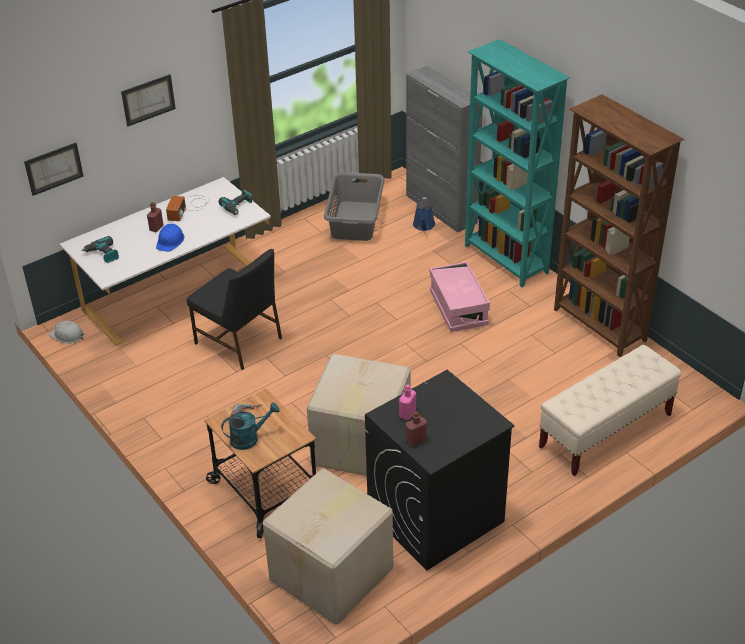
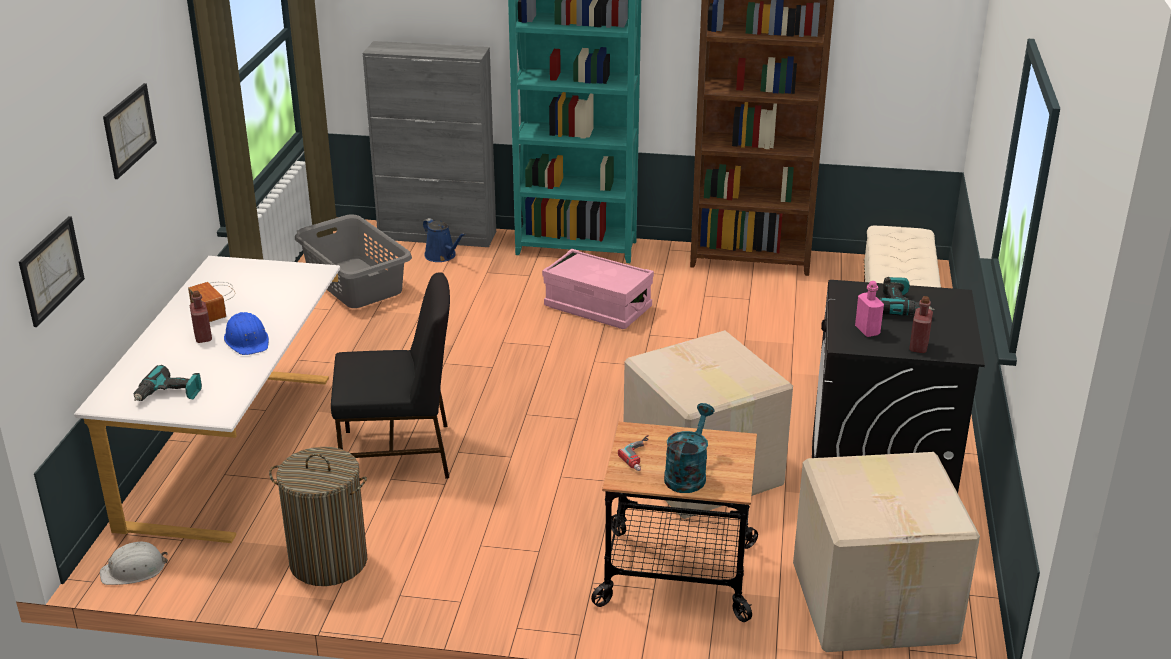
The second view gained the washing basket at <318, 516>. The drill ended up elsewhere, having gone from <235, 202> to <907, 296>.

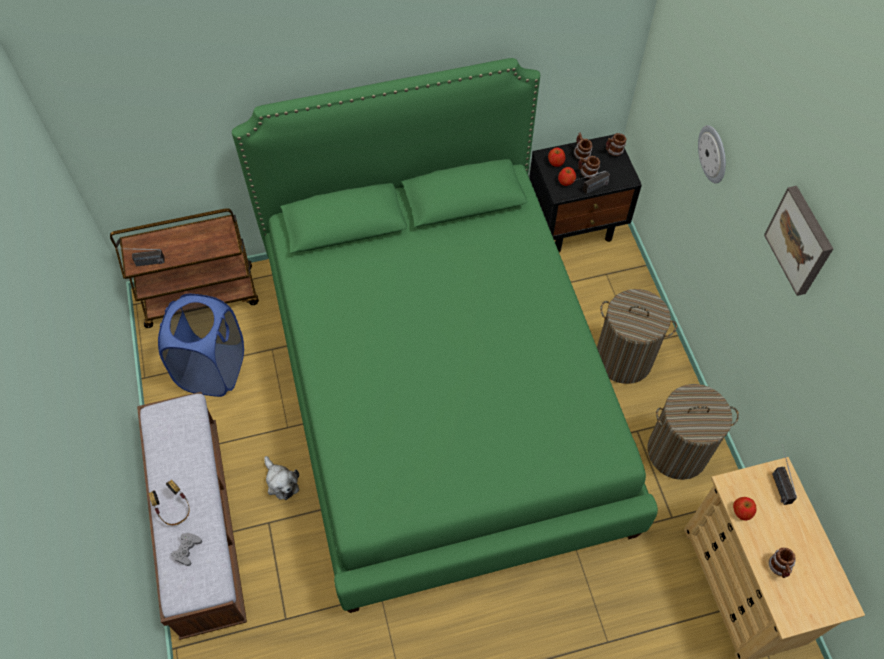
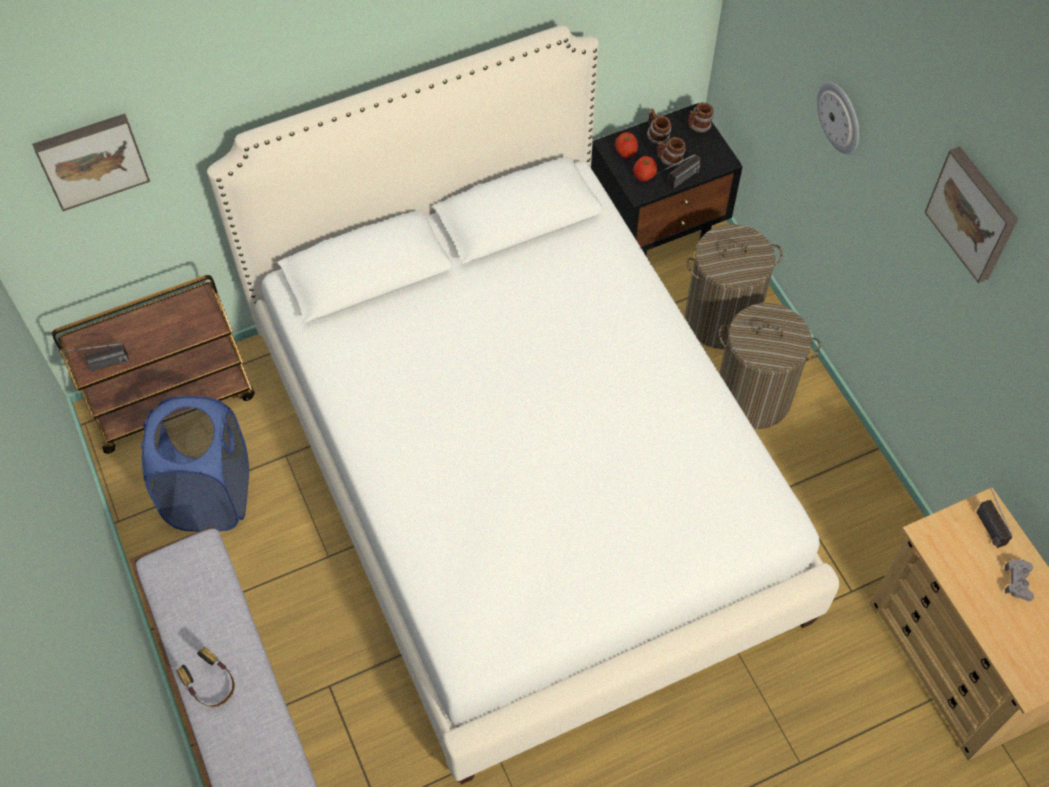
The second view lost the plush toy at <281, 478>. The second view lost the apple fruit at <745, 509>. The second view lost the tea mug at <782, 563>. The second view gained the wall art at <91, 162>. The game controller/greyish ended up elsewhere, having gone from <187, 549> to <1019, 580>. The washing basket ended up elsewhere, having gone from <693, 432> to <734, 286>. What was the bed/greenish at <445, 335> turned into the bed/whitish at <523, 405>.

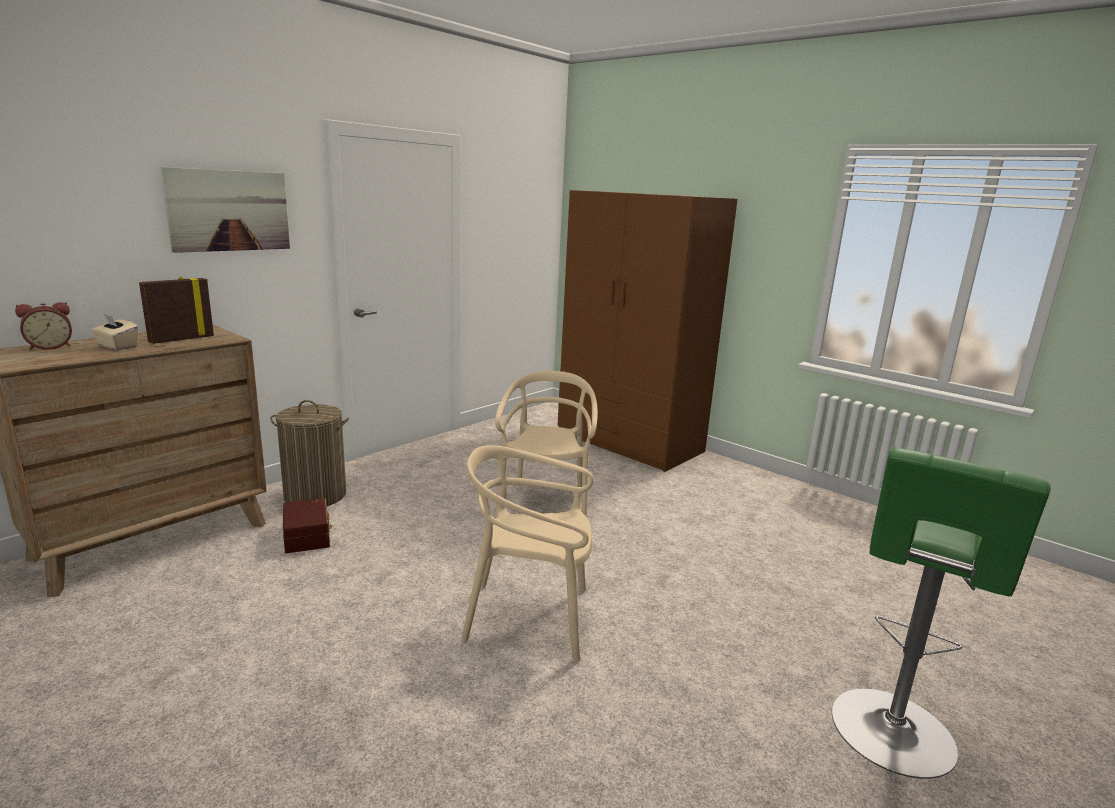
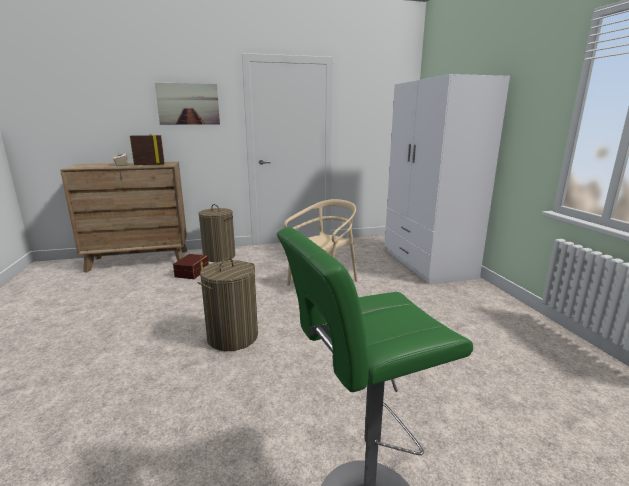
The second view lost the alarm clock at <43, 326>. Where the chair/sand-coloured stood at <527, 553>, the washing basket came to stand at <228, 304>. What was the clothes cupboard/brownish at <648, 331> turned into the clothes cupboard/whitish at <447, 179>.

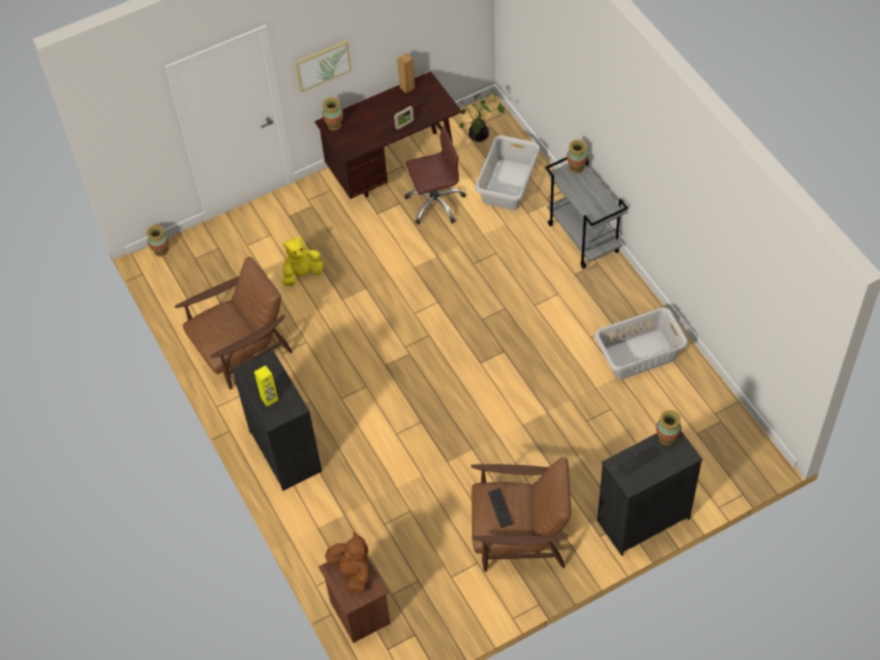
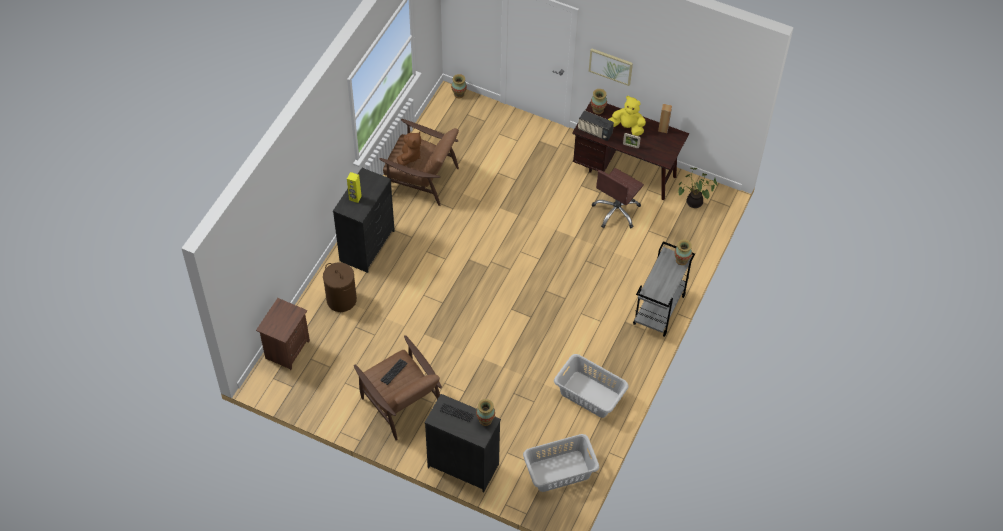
The second view gained the washing basket/brownish at <340, 287>. The second view gained the radio at <596, 125>. The plush toy/yellowish ended up elsewhere, having gone from <302, 261> to <627, 116>. The plush toy/brownish ended up elsewhere, having gone from <347, 562> to <409, 149>. The washing basket/greyish ended up elsewhere, having gone from <507, 172> to <561, 463>. The office chair/brownish at <435, 175> ended up facing another way, 90 degrees clockwise from before.

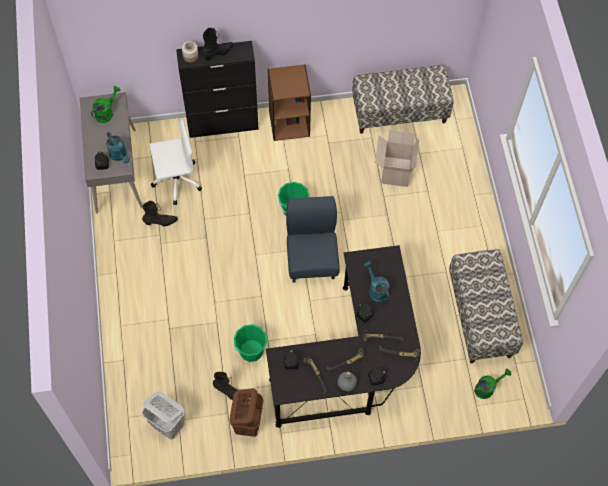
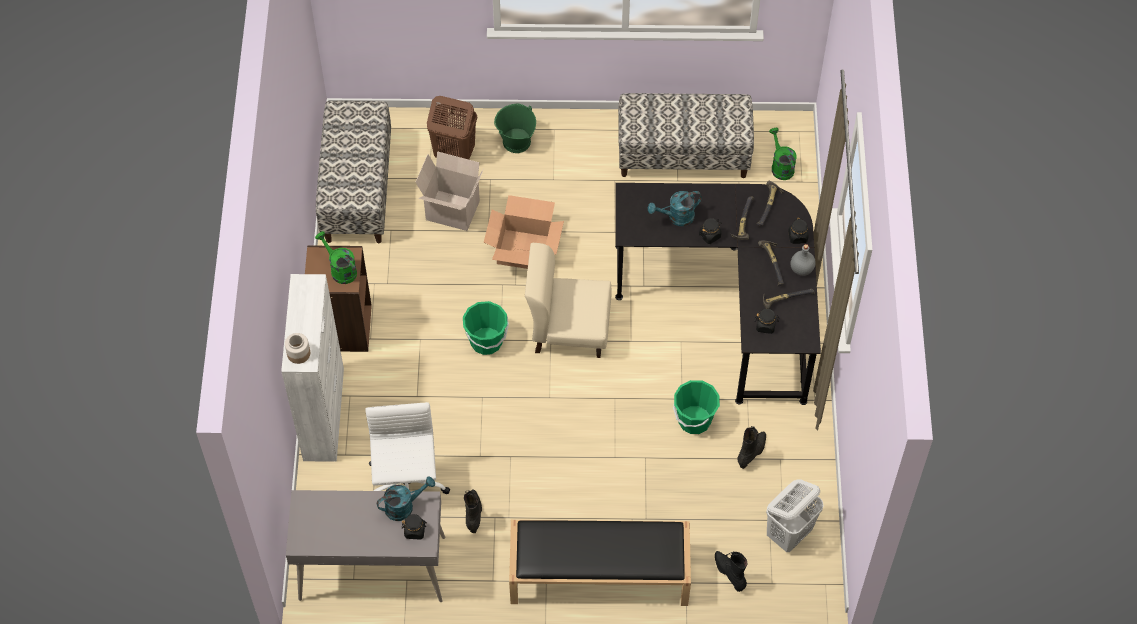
The second view gained the packing box at <524, 232>. The second view gained the pail/greenish at <515, 128>. The second view gained the long seat/black-coloured at <600, 563>. The watering can/greenish ended up elsewhere, having gone from <105, 104> to <336, 257>. The boot/black-coloured ended up elsewhere, having gone from <218, 44> to <731, 571>. The washing basket/brownish ended up elsewhere, having gone from <246, 412> to <452, 128>. What was the cupboard/black-coloured at <217, 89> turned into the cupboard/whitish at <312, 368>. What was the chair/blue-coloured at <313, 239> turned into the chair/sand-coloured at <568, 300>.

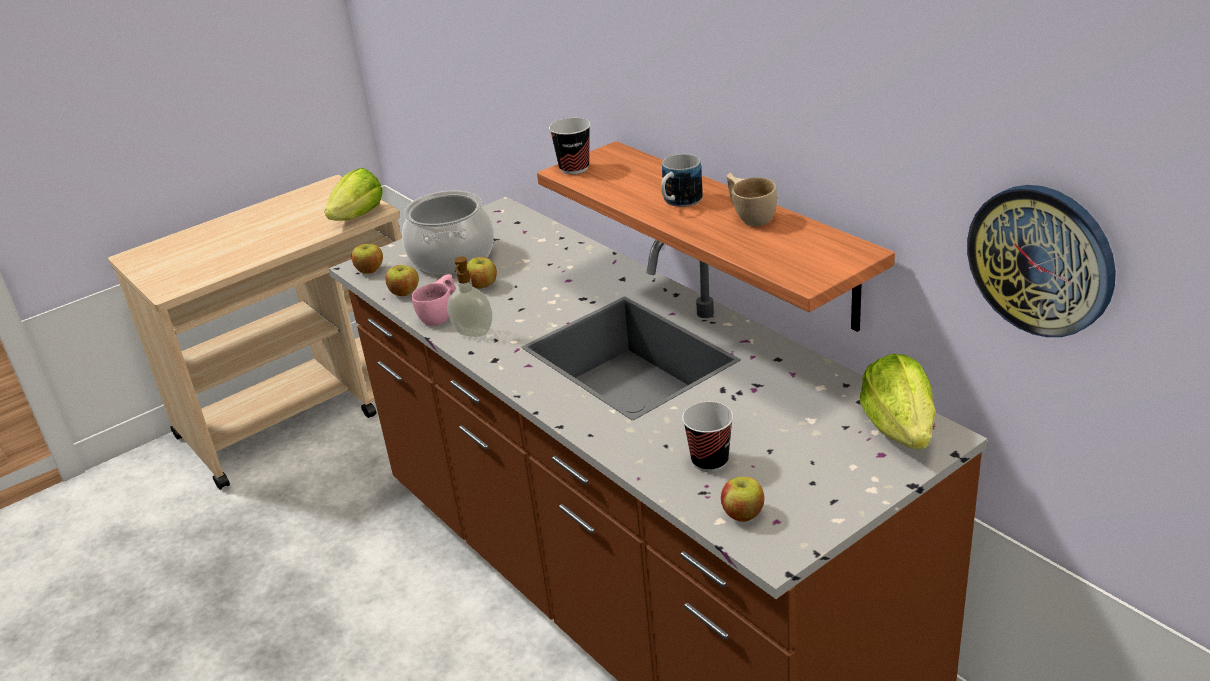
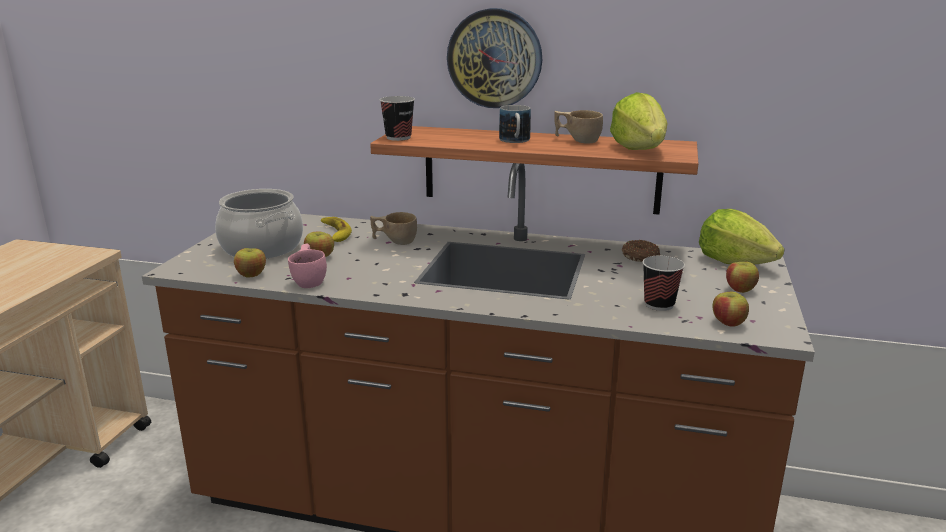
The second view lost the soap dispenser at <469, 297>. The second view gained the banana fruit at <336, 229>. The second view gained the cup/sand-coloured at <393, 228>. The second view gained the donut at <641, 251>. The head of lettuce ended up elsewhere, having gone from <353, 194> to <639, 121>. The apple fruit ended up elsewhere, having gone from <367, 259> to <742, 277>. The clock on the wall ended up elsewhere, having gone from <1041, 261> to <494, 58>.

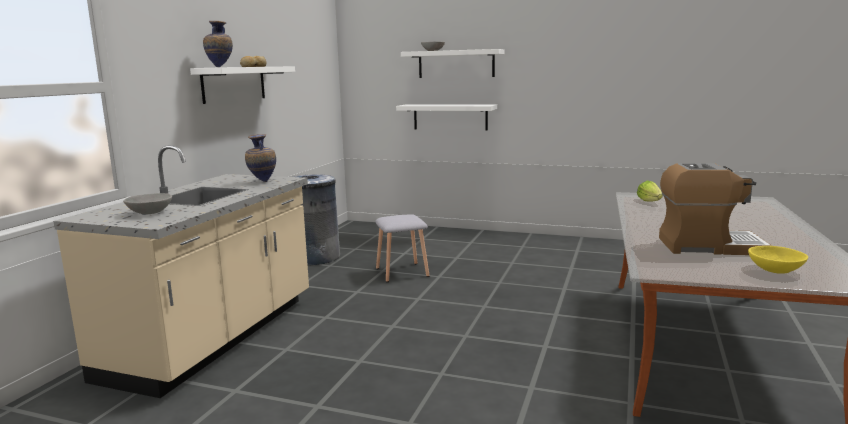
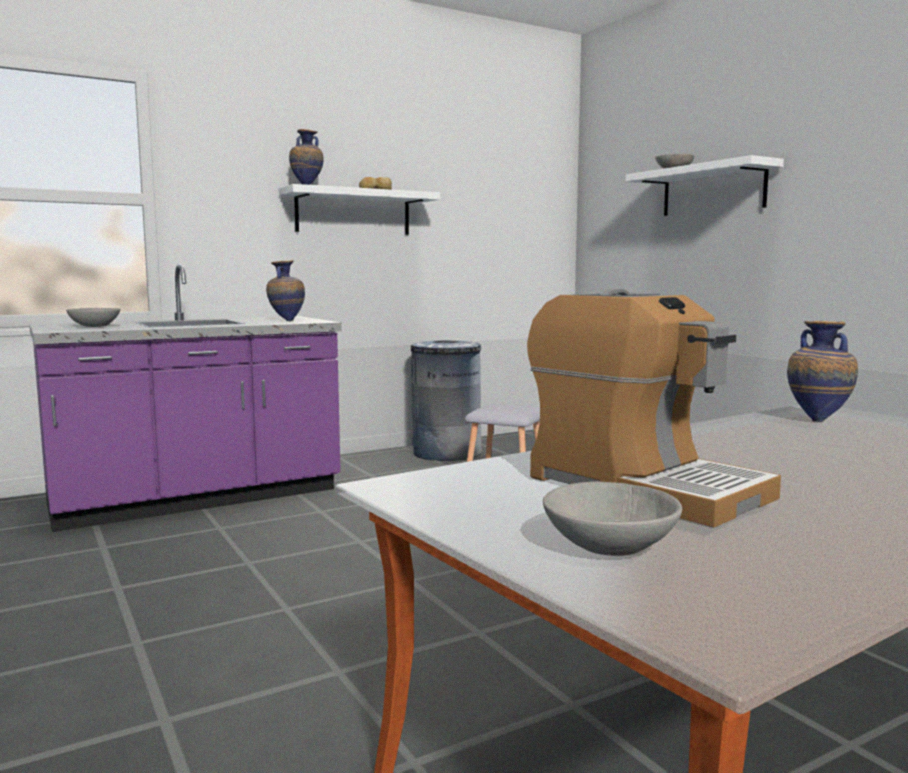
The second view lost the wall shelf/whitish at <446, 117>. Where the head of lettuce stood at <650, 191>, the decorative vase came to stand at <822, 371>. What was the counter/sand-coloured at <181, 271> turned into the counter/purple-coloured at <185, 398>. What was the serving bowl/yellowish at <778, 260> turned into the serving bowl/greyish at <612, 518>.

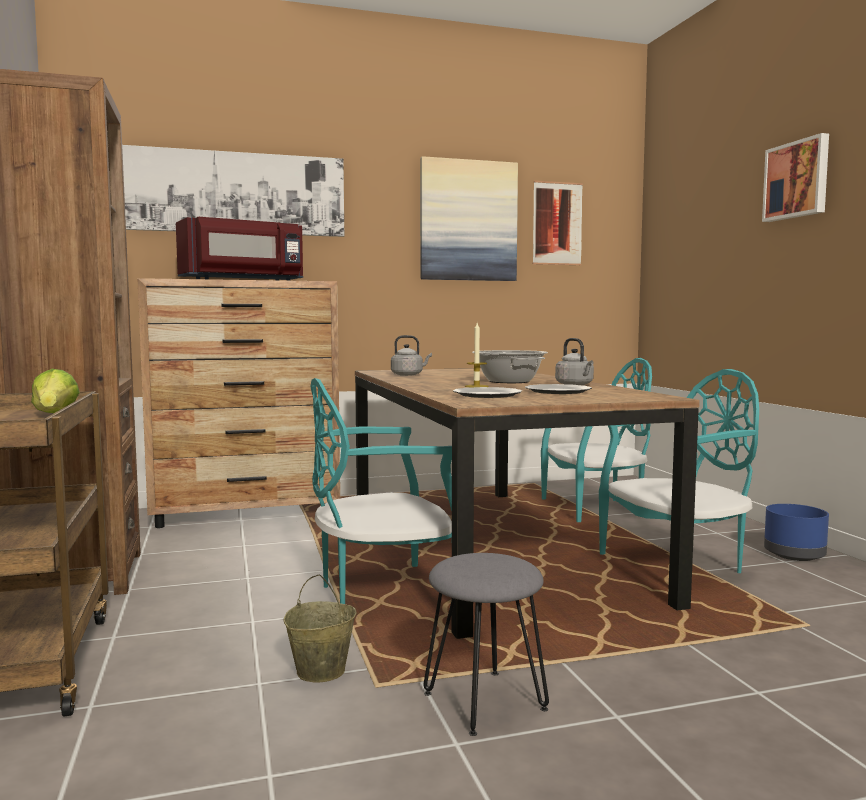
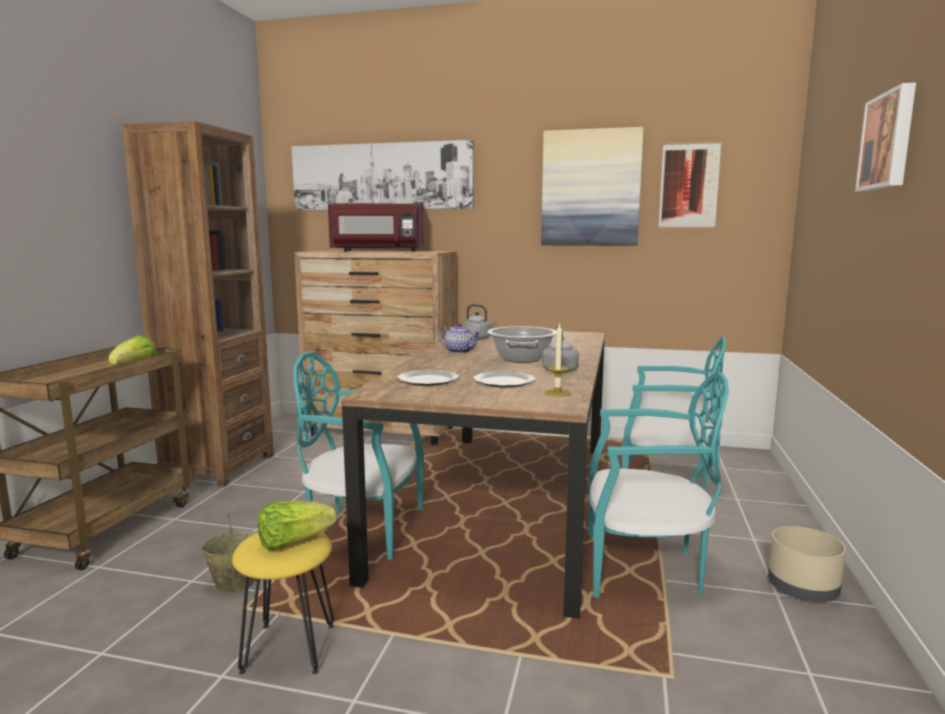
The second view gained the head of lettuce at <297, 525>. The second view gained the tea pot at <459, 338>. The wax candle ended up elsewhere, having gone from <477, 355> to <557, 360>. What was the stool/greyish at <486, 644> turned into the stool/yellowish at <283, 603>. What was the plant pot/blue-coloured at <796, 532> turned into the plant pot/sand-coloured at <807, 564>.

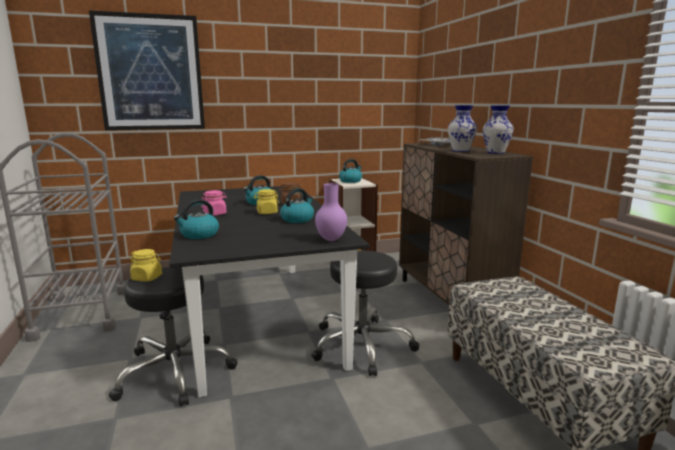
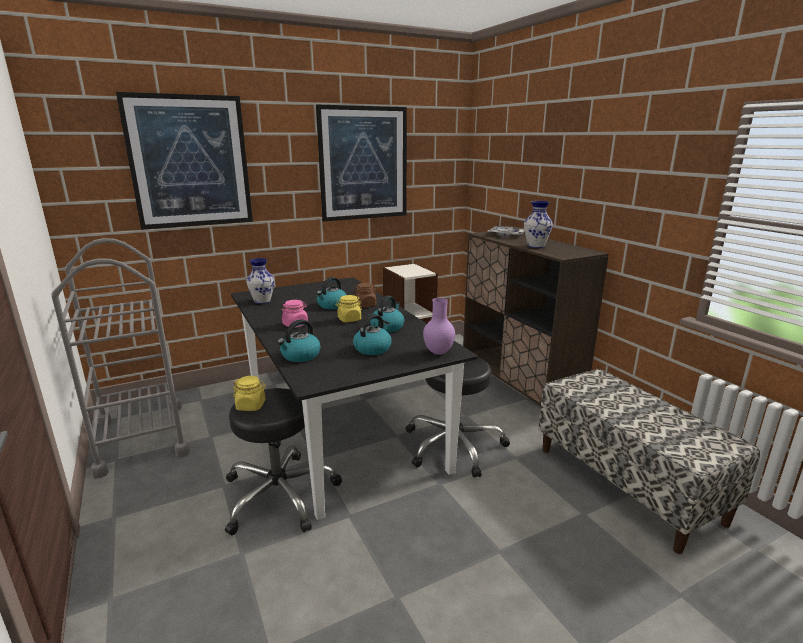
The second view gained the wall art at <361, 163>. The kettle ended up elsewhere, having gone from <350, 171> to <372, 334>. The decorative vase ended up elsewhere, having gone from <498, 129> to <260, 281>.

